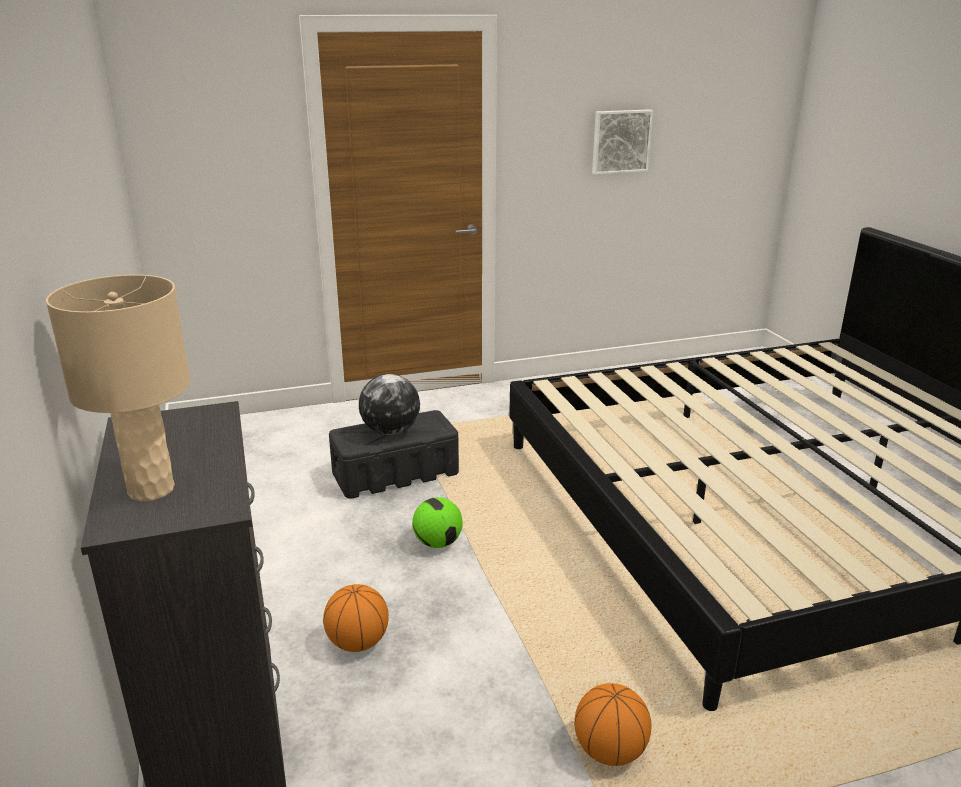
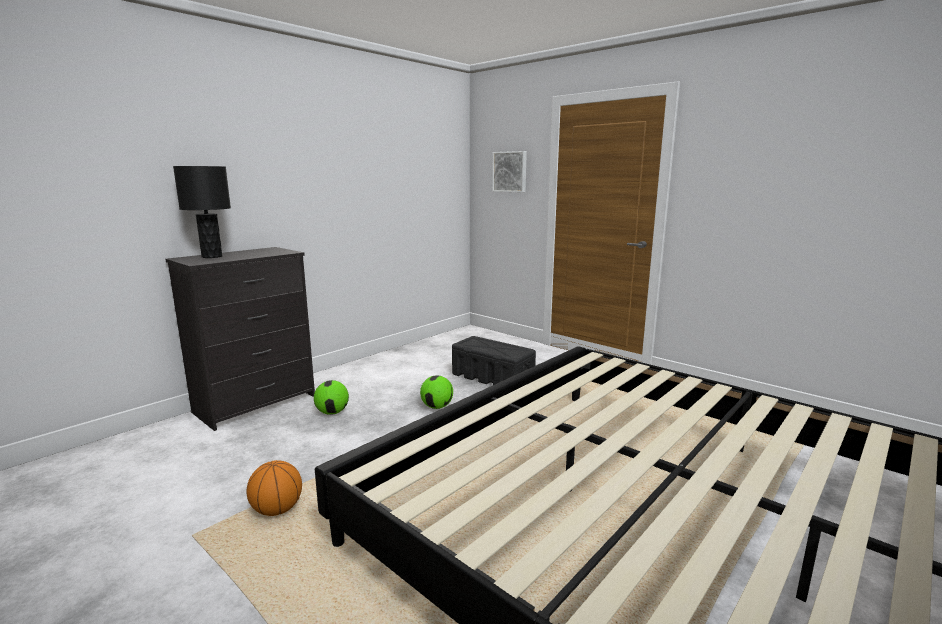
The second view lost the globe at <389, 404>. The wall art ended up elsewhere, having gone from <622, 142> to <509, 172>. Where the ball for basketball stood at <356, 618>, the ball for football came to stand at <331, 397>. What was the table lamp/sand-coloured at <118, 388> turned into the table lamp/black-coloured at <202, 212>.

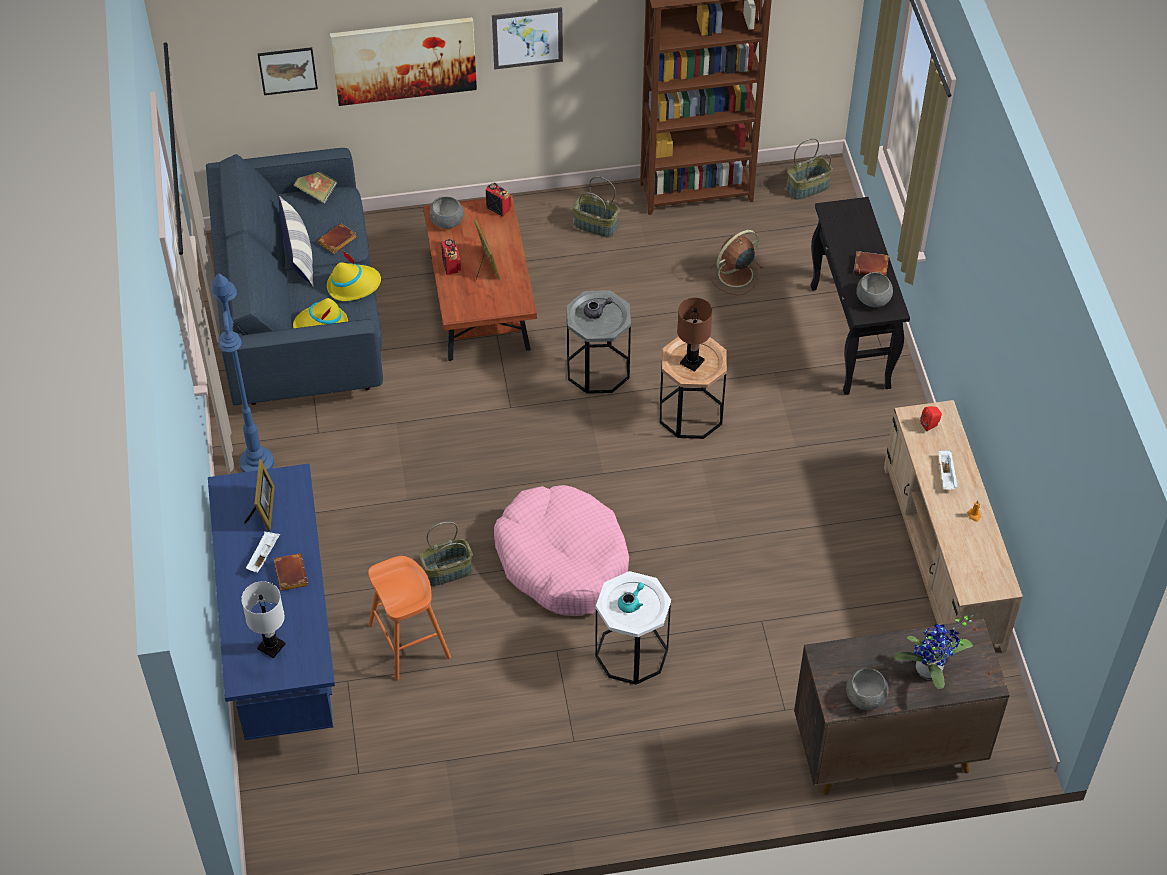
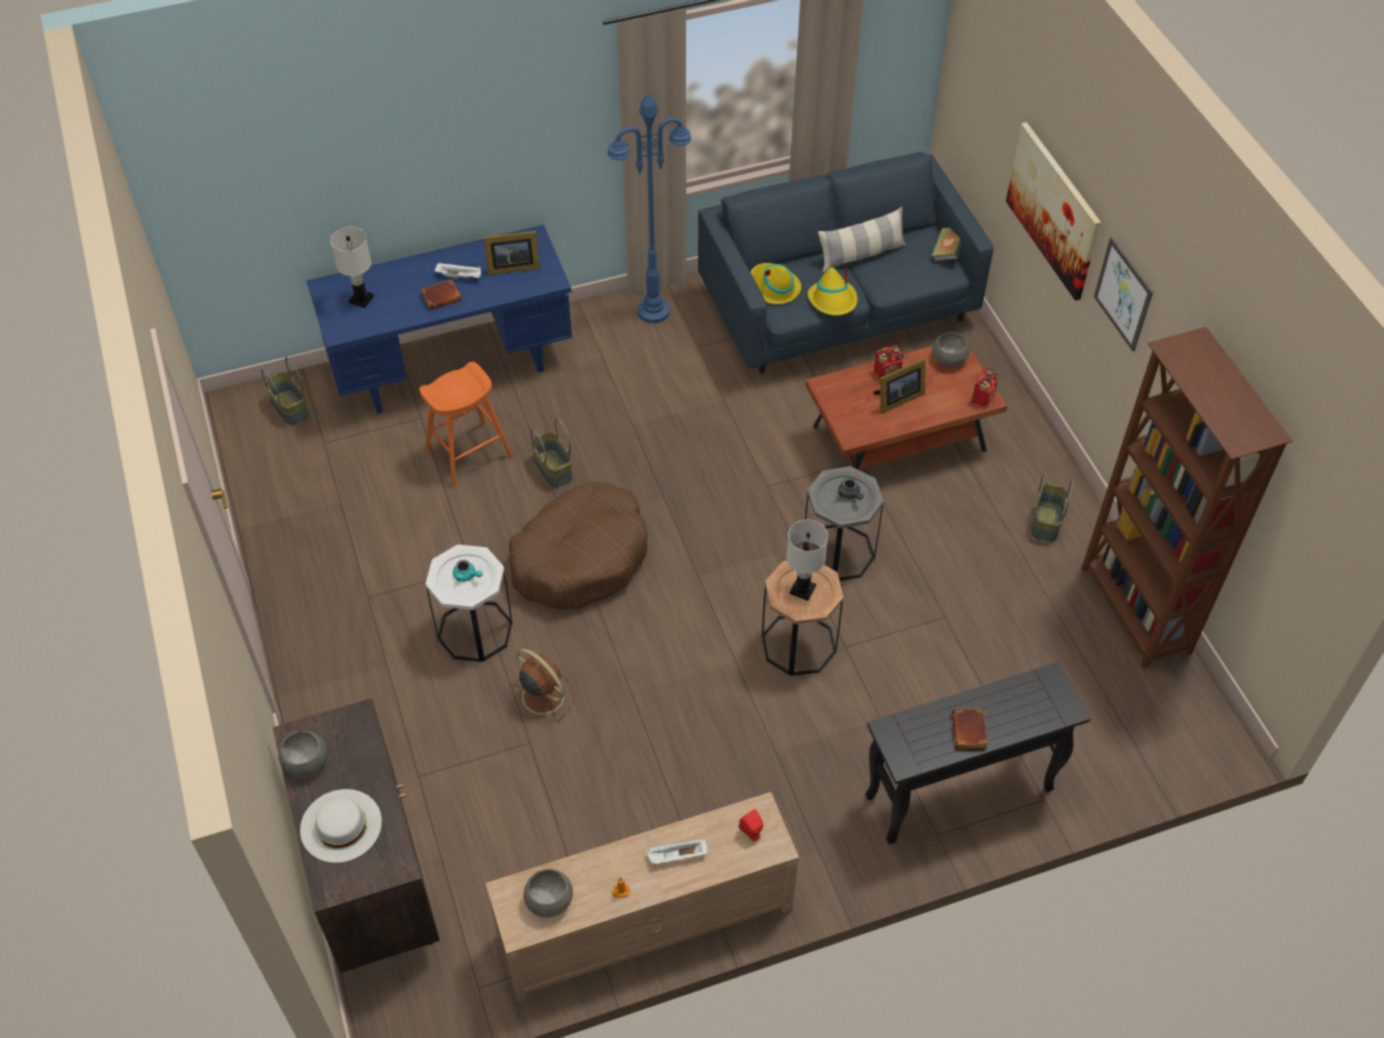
The second view lost the wall art at <288, 71>. The second view lost the bound book/brownish at <337, 238>. The electric fan/brownish ended up elsewhere, having gone from <736, 262> to <541, 686>. The storage basket ended up elsewhere, having gone from <810, 169> to <285, 391>. The serving bowl/greyish ended up elsewhere, having gone from <874, 289> to <548, 893>. Where the plant in a pot stood at <933, 652>, the wearable hat/whitish came to stand at <341, 826>. What was the dog bed/pink-coloured at <561, 550> turned into the dog bed/brownish at <578, 546>. What was the table lamp/brownish at <695, 335> turned into the table lamp/whitish at <807, 560>.

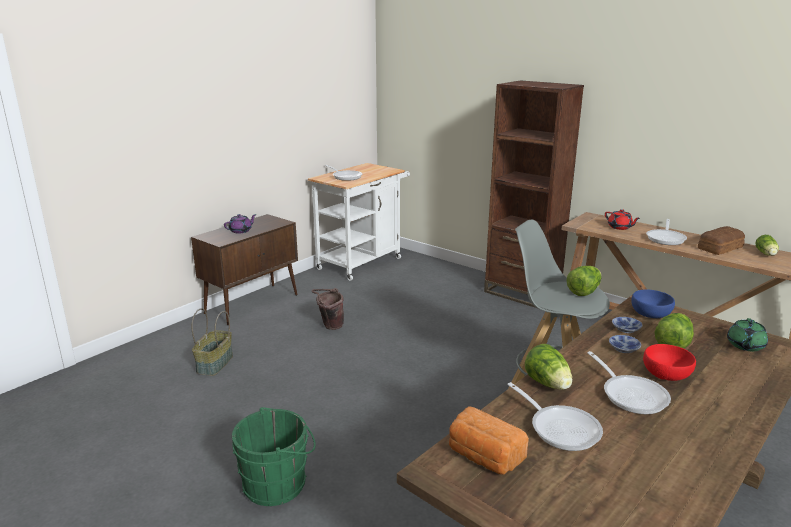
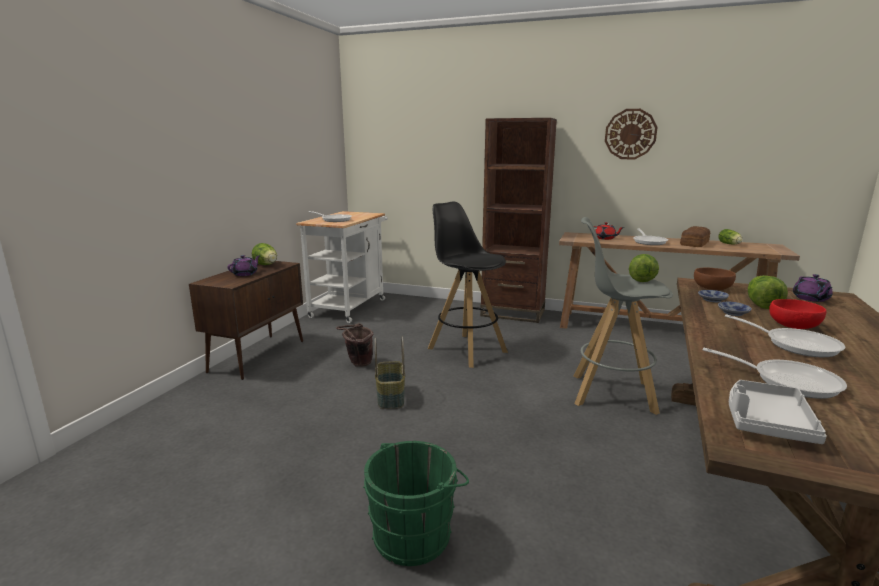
The second view gained the stool/black-coloured at <468, 285>. The second view gained the clock on the wall at <631, 134>. The storage basket ended up elsewhere, having gone from <212, 342> to <390, 373>. The head of lettuce ended up elsewhere, having gone from <548, 367> to <264, 254>. Where the bakery bread stood at <489, 440>, the tray/greyish came to stand at <778, 412>. What was the serving bowl/blue-coloured at <653, 303> turned into the serving bowl/brownish at <715, 279>. What was the tea pot/greenish at <747, 334> turned into the tea pot/purple-coloured at <813, 288>.

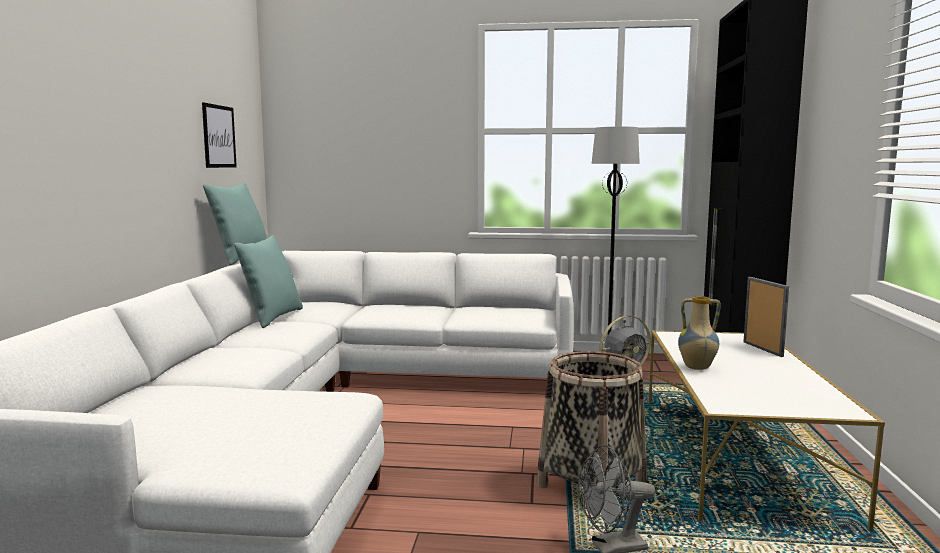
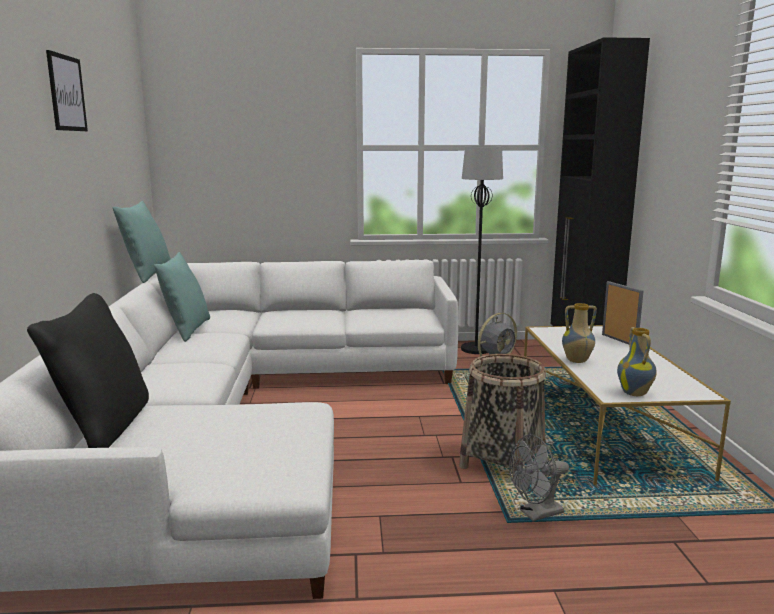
The second view gained the cushion/black-coloured at <88, 370>. The second view gained the decorative vase at <637, 361>. The wall art ended up elsewhere, having gone from <219, 135> to <67, 90>.

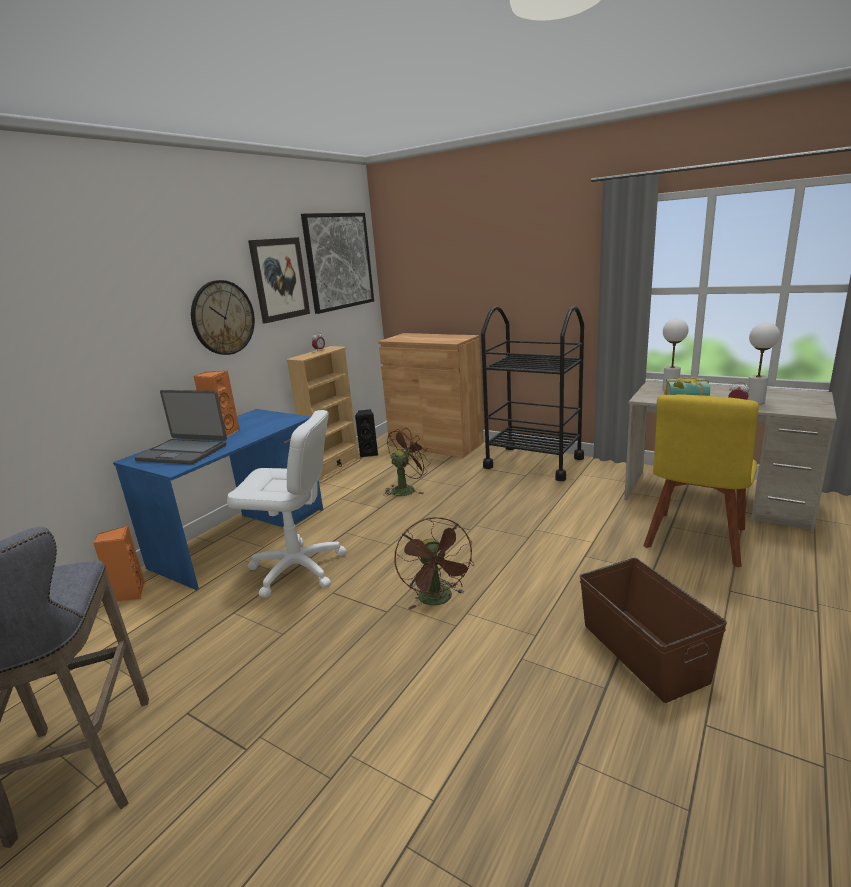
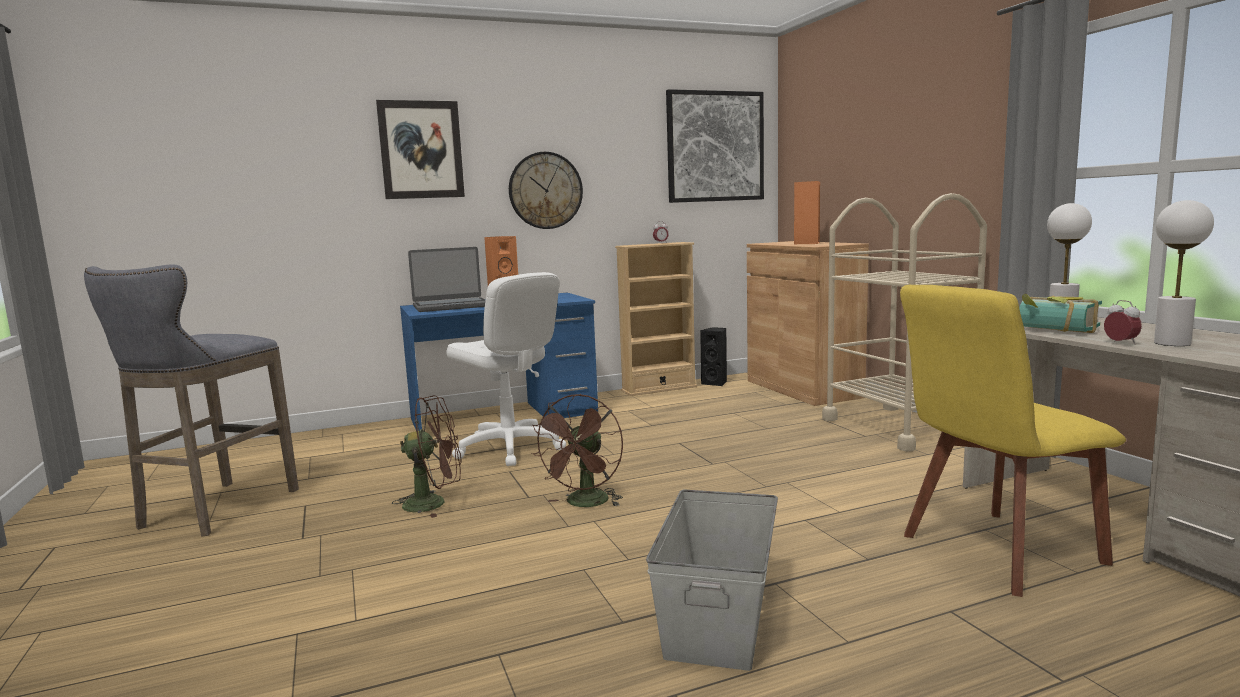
The audio speaker/orange ended up elsewhere, having gone from <119, 564> to <807, 212>. The wall art ended up elsewhere, having gone from <279, 280> to <420, 149>. The electric fan/brownish ended up elsewhere, having gone from <408, 462> to <426, 456>. What was the cart/black-coloured at <532, 393> turned into the cart/sand-coloured at <904, 322>. What was the storage container/brownish at <653, 630> turned into the storage container/greyish at <712, 580>. The laptop at <180, 427> ended up facing another way, 75 degrees counterclockwise from before.

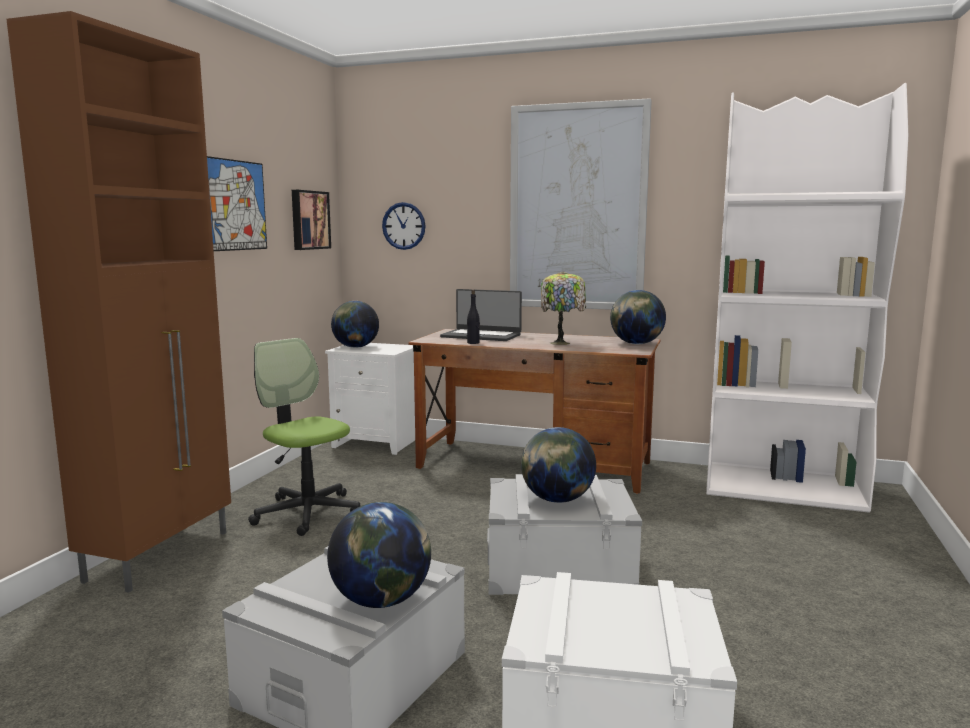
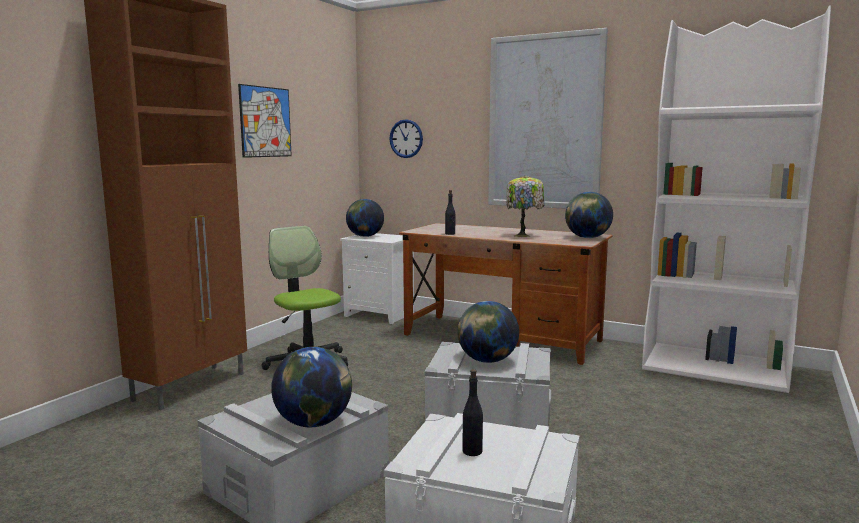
The second view lost the wall art at <311, 220>. The second view lost the laptop at <481, 315>. The second view gained the bottle/black-coloured at <472, 412>.

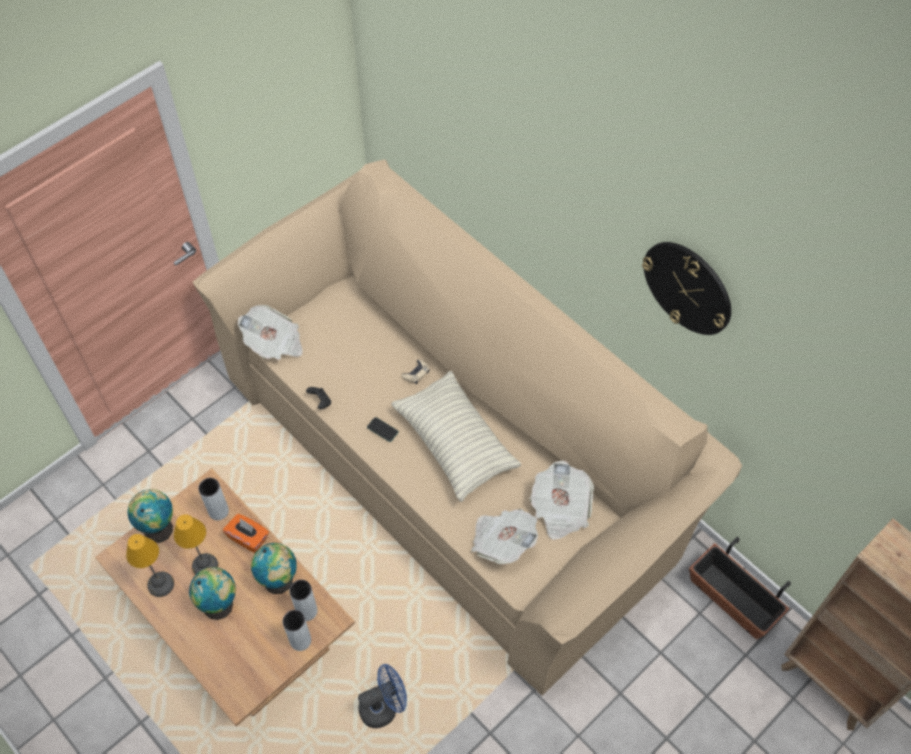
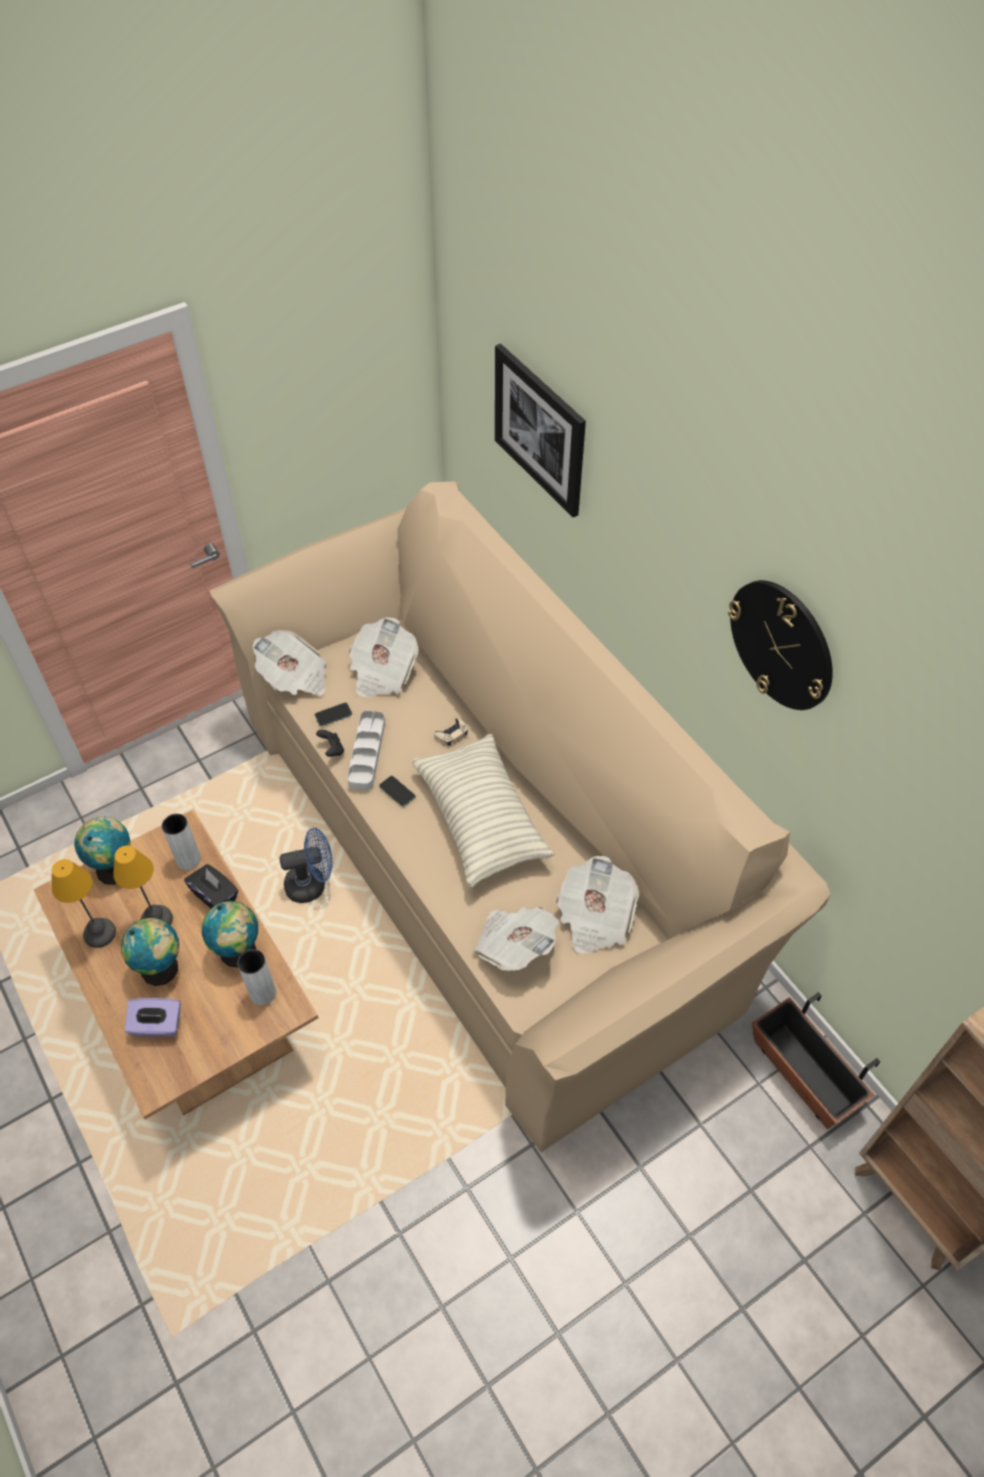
The second view lost the decorative vase/greyish at <297, 630>. The second view gained the tissue box/purple-coloured at <153, 1017>. The second view gained the telephone at <333, 714>. The second view gained the tray/greyish at <366, 750>. The second view gained the printed paper at <384, 657>. The second view gained the wall art at <540, 430>. The electric fan/blue-coloured ended up elsewhere, having gone from <382, 696> to <305, 865>. What was the tissue box/orange at <246, 533> turned into the tissue box/black-coloured at <211, 886>.

